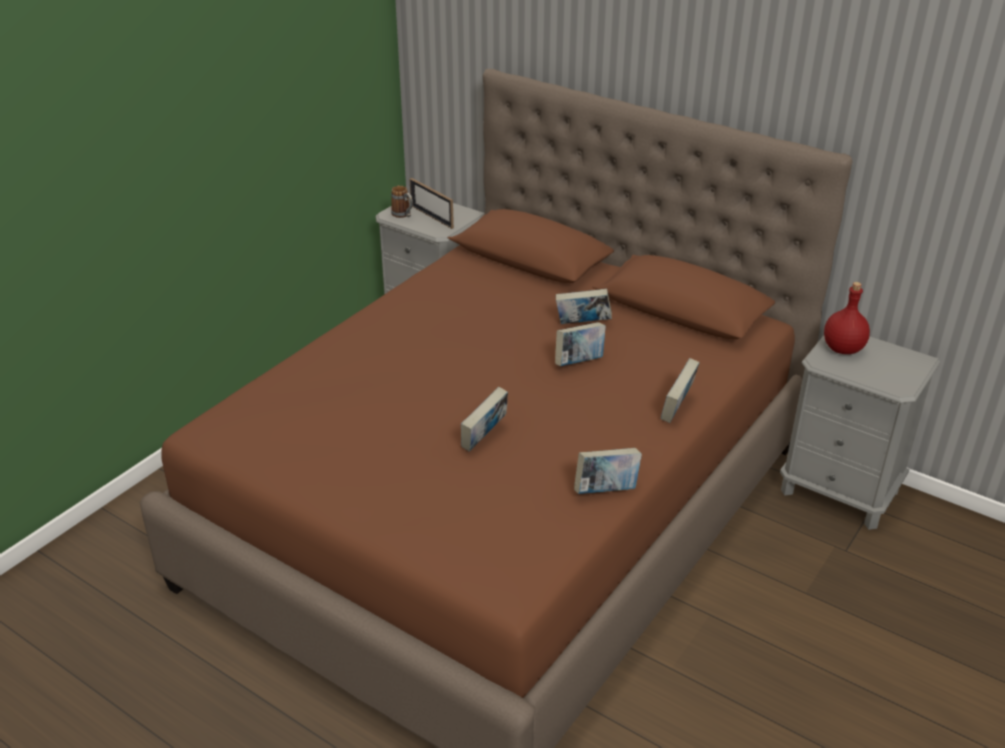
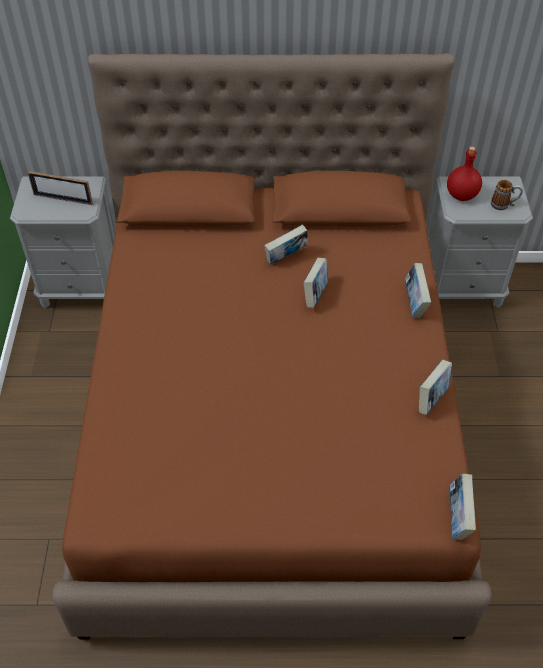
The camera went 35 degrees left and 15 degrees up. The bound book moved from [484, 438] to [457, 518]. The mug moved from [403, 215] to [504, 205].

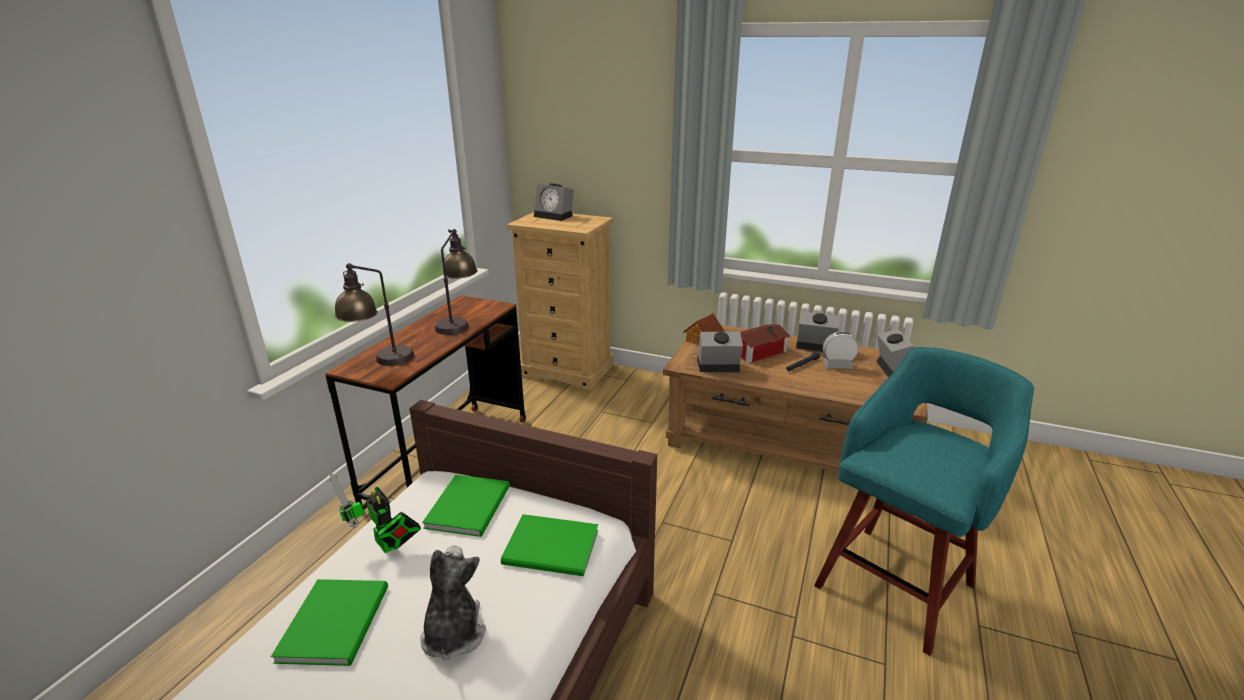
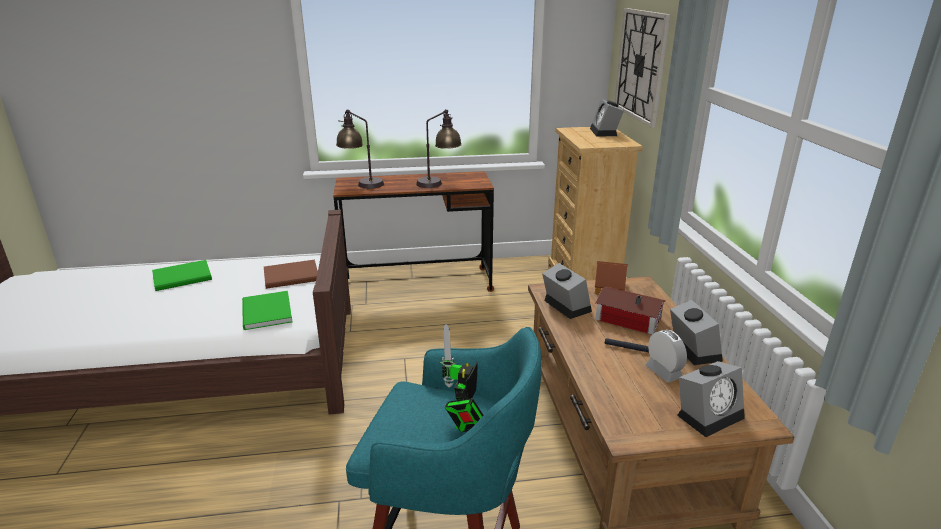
The camera went 60 degrees right and 0 degrees up. The bound book in green-coloured at [471, 505] became the bound book in brown-coloured at [293, 276]. The toy robot moved from [387, 546] to [464, 424]. The clock on the wall at [641, 65] appeared. The soft toy at [453, 633] disappeared.

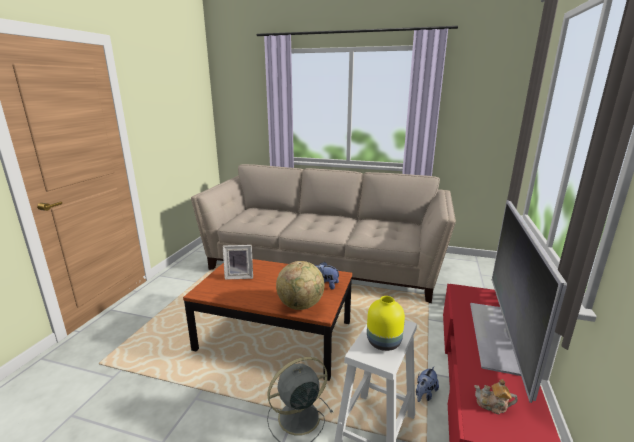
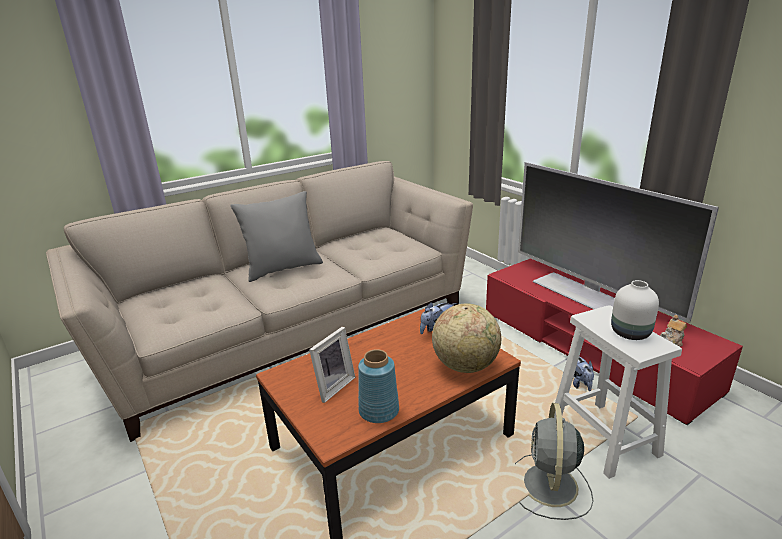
The camera went 50 degrees left and 5 degrees up. The throw pillow in greyish at [283, 268] appeared. The vase in blue-coloured at [378, 411] appeared. The vase in yellow-coloured at [382, 342] became the vase in white at [629, 333].

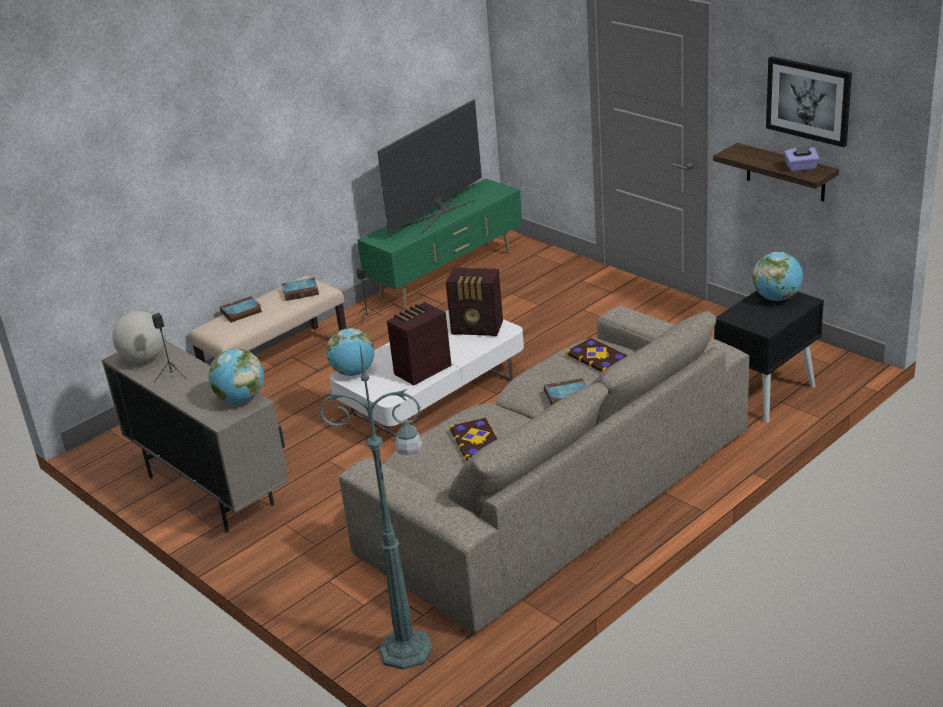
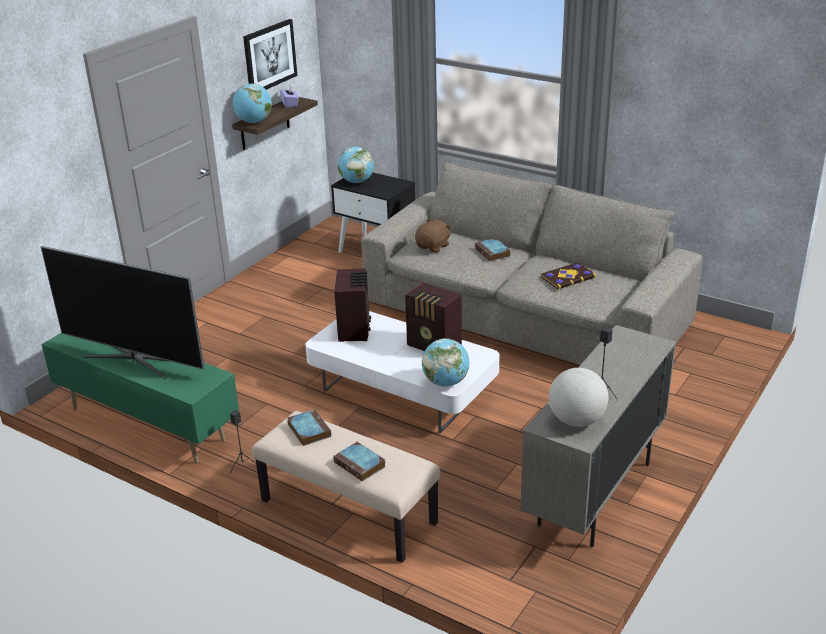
The camera went 105 degrees left and 0 degrees up. The globe moved from [241, 399] to [254, 122]. The bound book at [598, 357] was replaced by the soft toy in brown-coloured at [433, 246]. The standing lamp in green-coloured at [409, 650] disappeared.

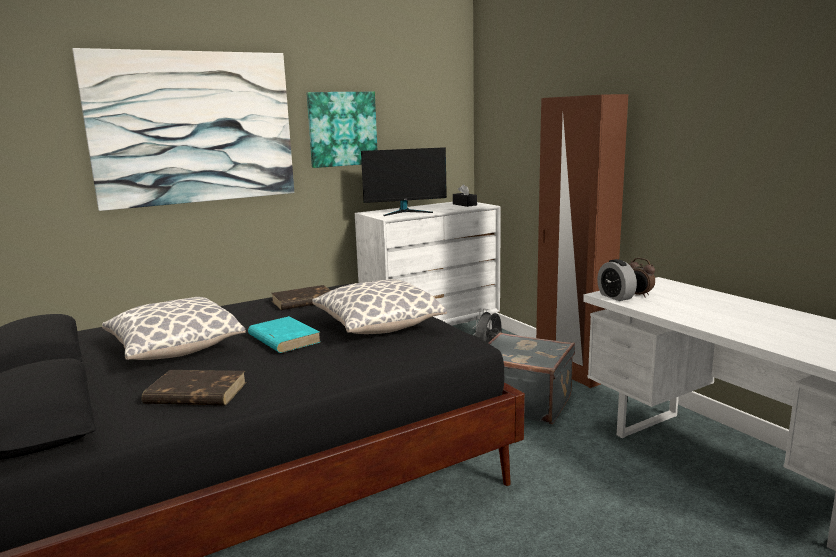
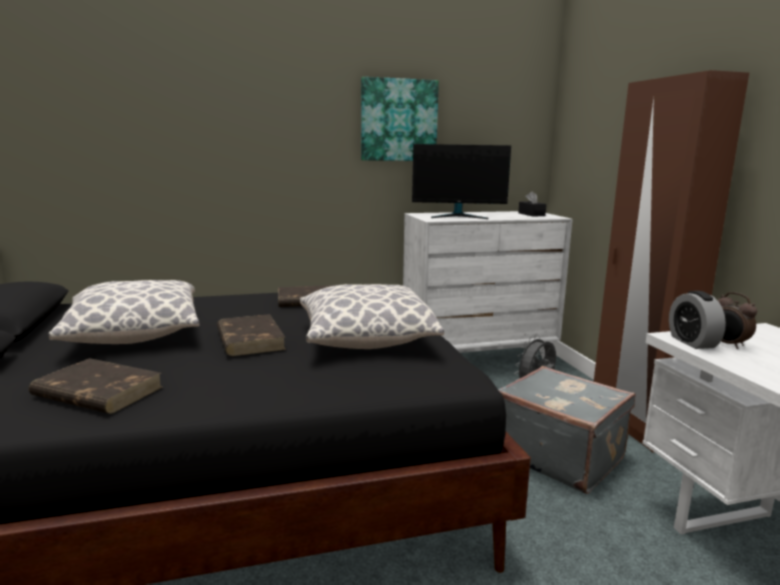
The camera went 15 degrees right and 0 degrees up. The bound book in blue-green at [283, 338] became the bound book in brown-coloured at [250, 339]. The wall art at [194, 128] disappeared.

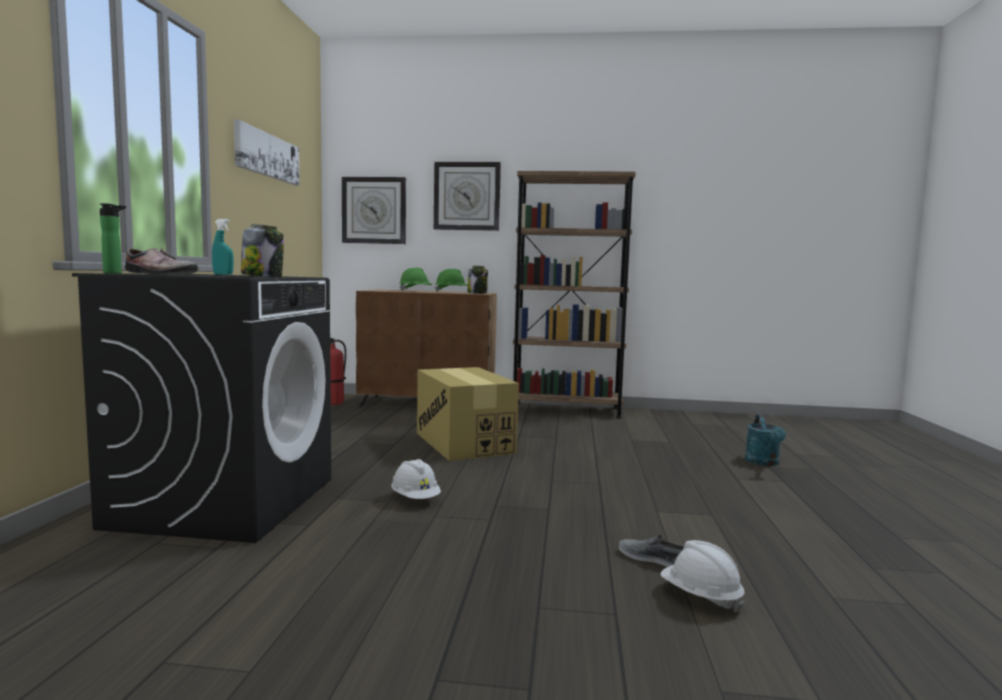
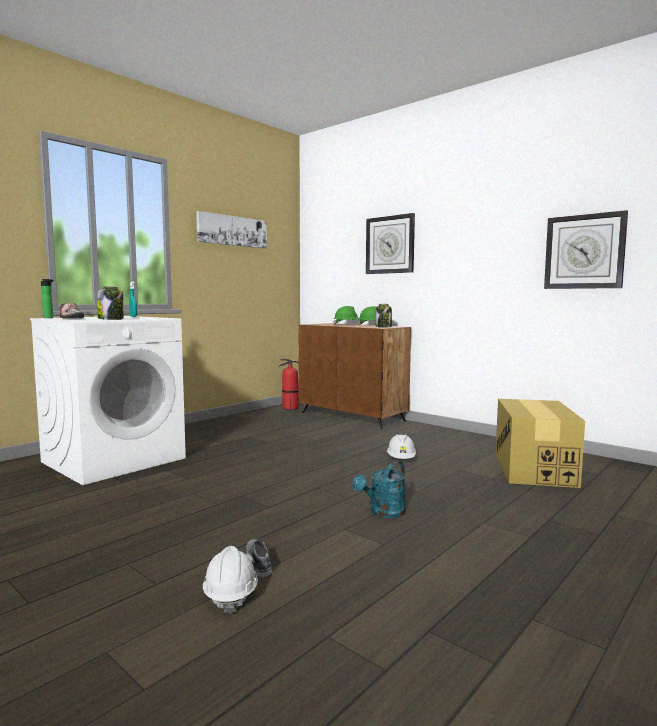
The camera went 35 degrees right and 0 degrees up. The laundry appliance in black-coloured at [225, 501] became the laundry appliance in white at [114, 460]. The sprinkling can in blue-green moved from [764, 463] to [383, 513]. The safety helmet in white moved from [415, 499] to [401, 459]. The cardboard box moved from [464, 442] to [533, 469]. The clock on the wall moved from [374, 210] to [584, 252]. The shelving unit in brown-coloured at [566, 410] disappeared.

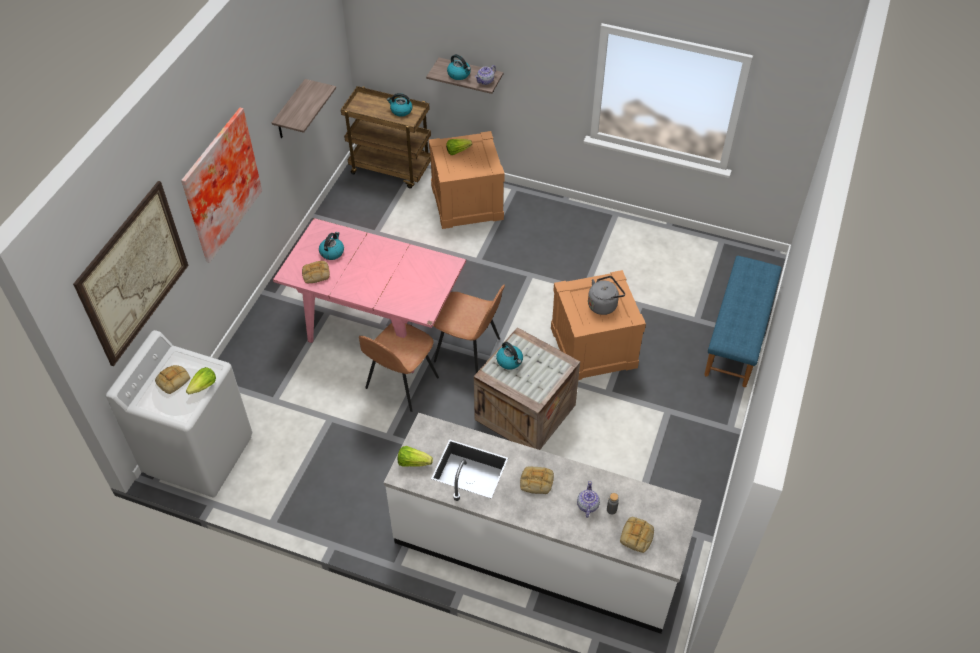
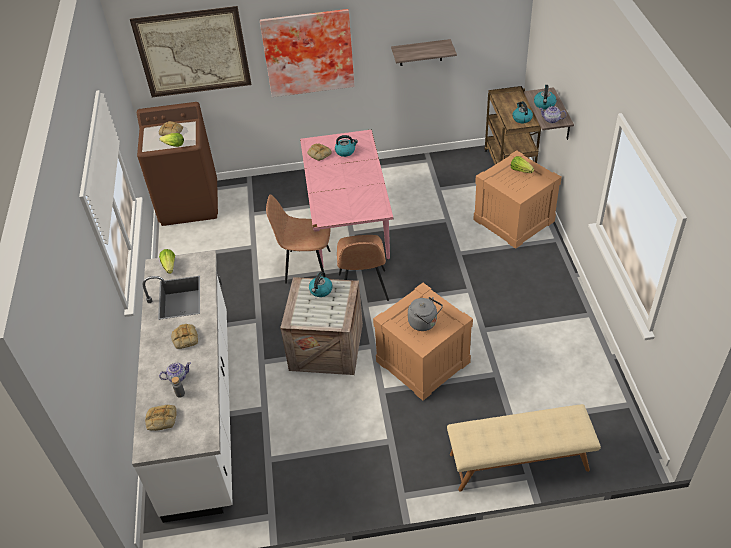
The camera went 65 degrees right and 5 degrees down. The laundry appliance in white at [199, 454] became the laundry appliance in brown-coloured at [190, 203]. The long seat in blue-coloured at [738, 335] became the long seat in beige-coloured at [518, 462].

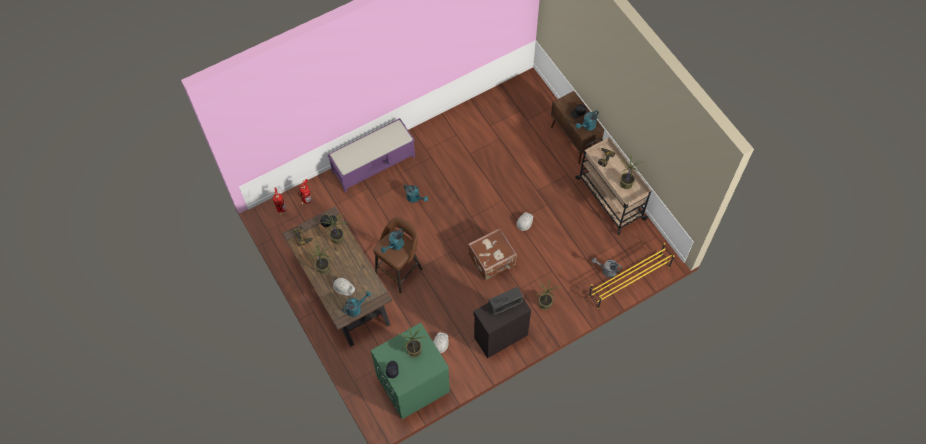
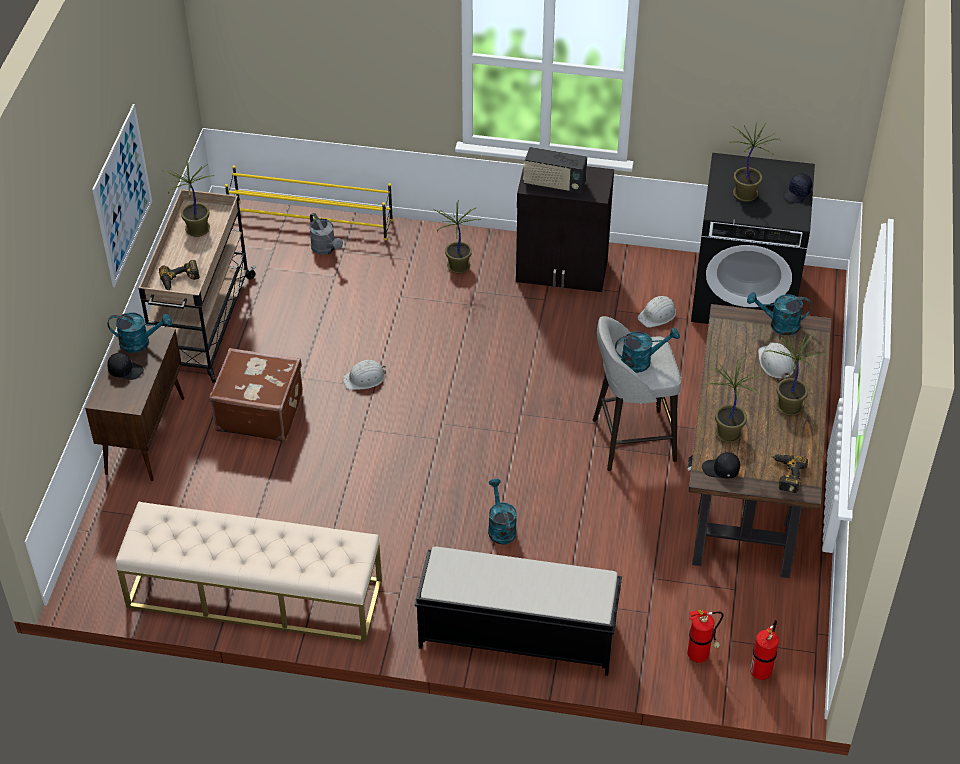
The camera went 140 degrees left and 15 degrees down. The wall art at [122, 195] appeared. The long seat in beige-coloured at [254, 594] appeared. The piece of luggage in brown-coloured moved from [492, 261] to [259, 411]. The long seat in purplish at [374, 164] became the long seat in black-coloured at [516, 635]. The sitting stool in brown-coloured at [399, 270] became the sitting stool in greyish at [631, 440]. The laundry appliance in green-coloured at [412, 384] became the laundry appliance in black-coloured at [745, 295].

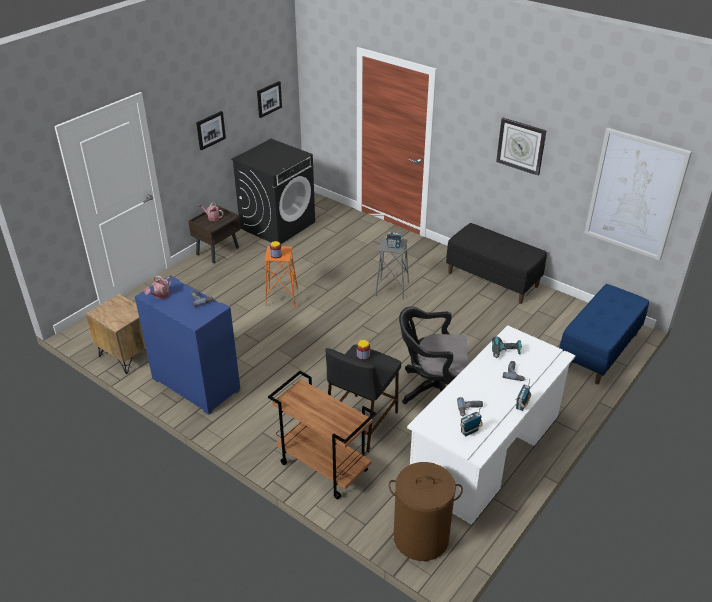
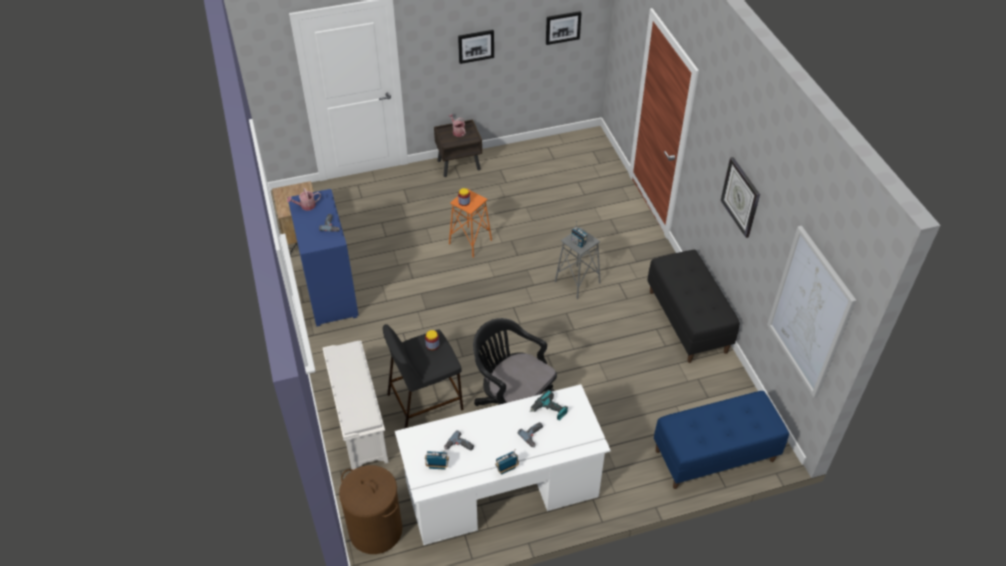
The camera went 35 degrees right and 10 degrees up. The cart in brown-coloured at [322, 467] was replaced by the shoe stand in white at [358, 423]. The laundry appliance in black-coloured at [277, 225] disappeared.

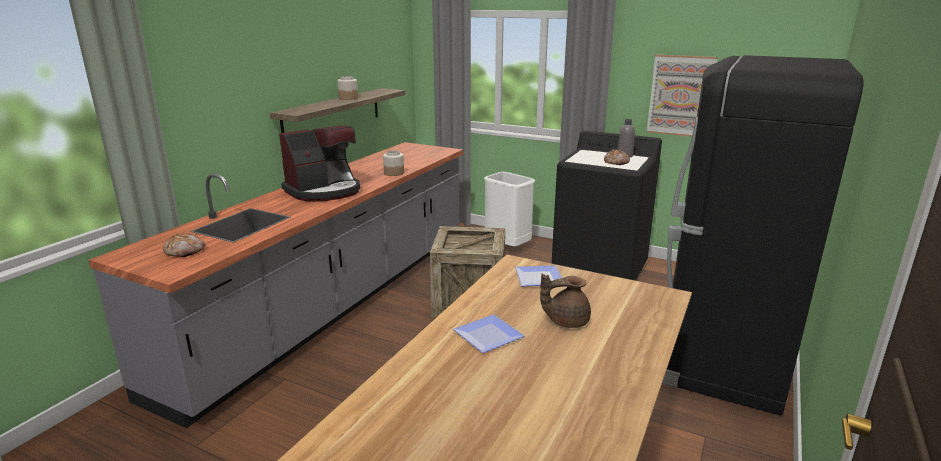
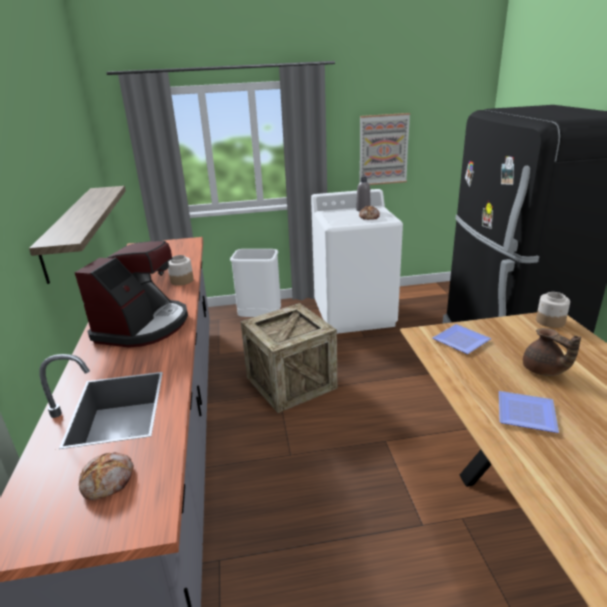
The camera went 35 degrees left and 5 degrees up. The laundry appliance in black-coloured at [600, 271] became the laundry appliance in white at [354, 314]. The teapot in brown-coloured at [566, 321] turned 75 degrees counterclockwise. The jar moved from [348, 98] to [550, 321].

